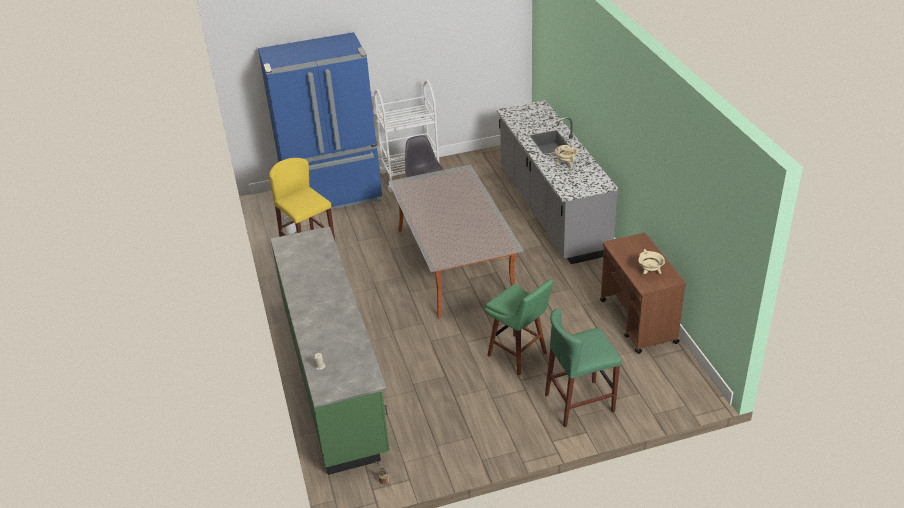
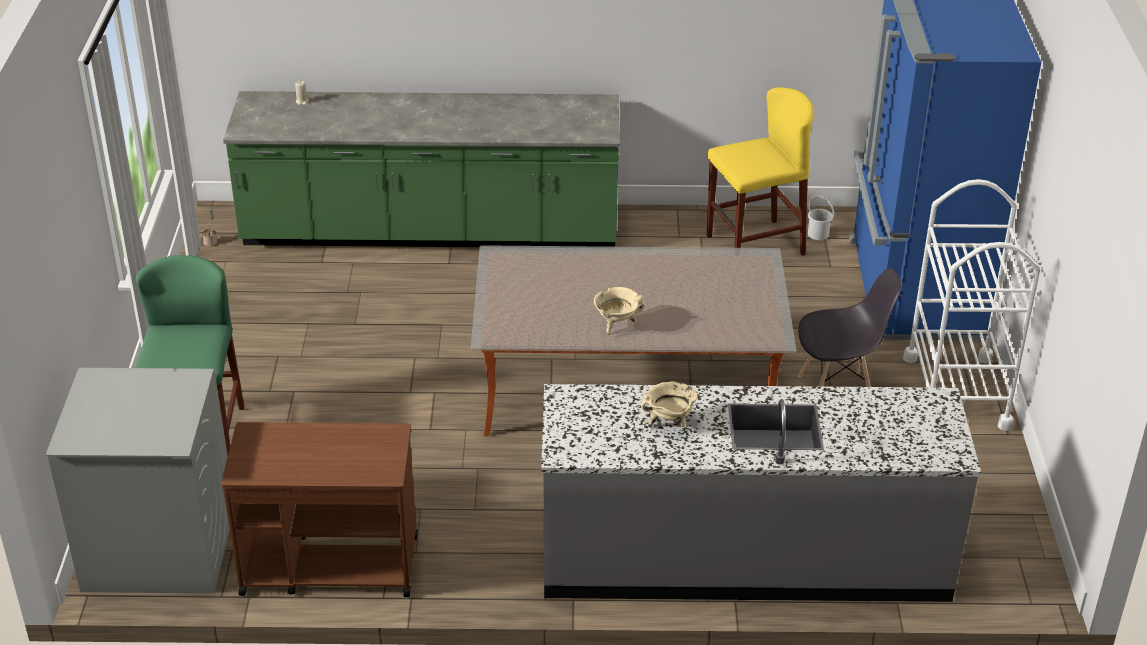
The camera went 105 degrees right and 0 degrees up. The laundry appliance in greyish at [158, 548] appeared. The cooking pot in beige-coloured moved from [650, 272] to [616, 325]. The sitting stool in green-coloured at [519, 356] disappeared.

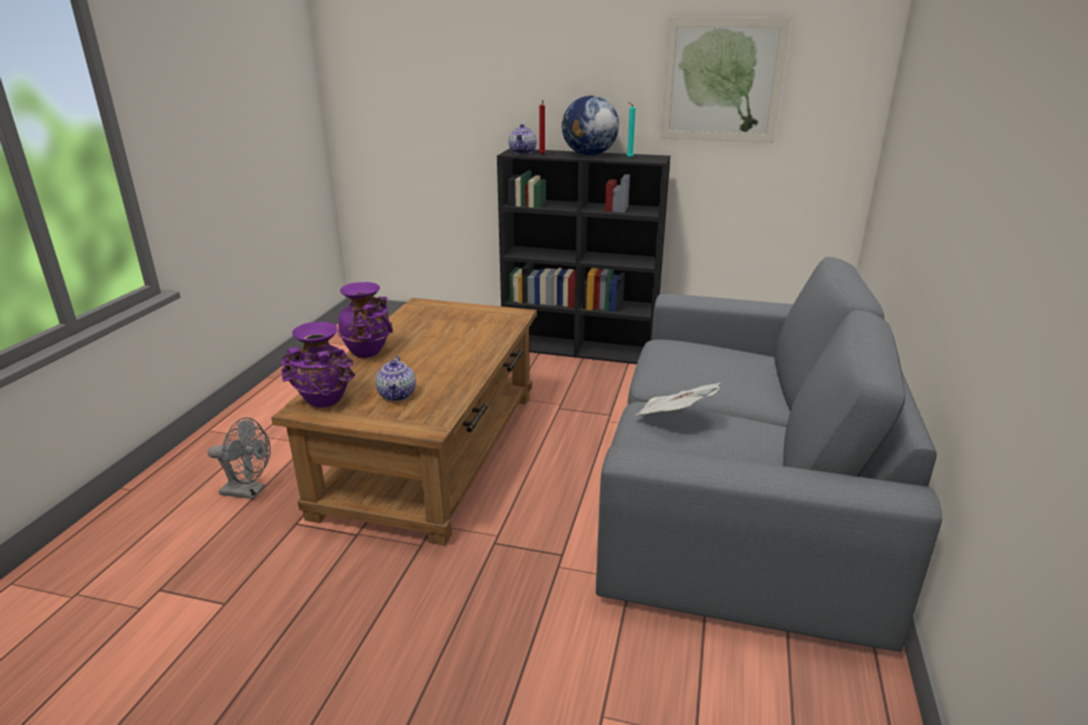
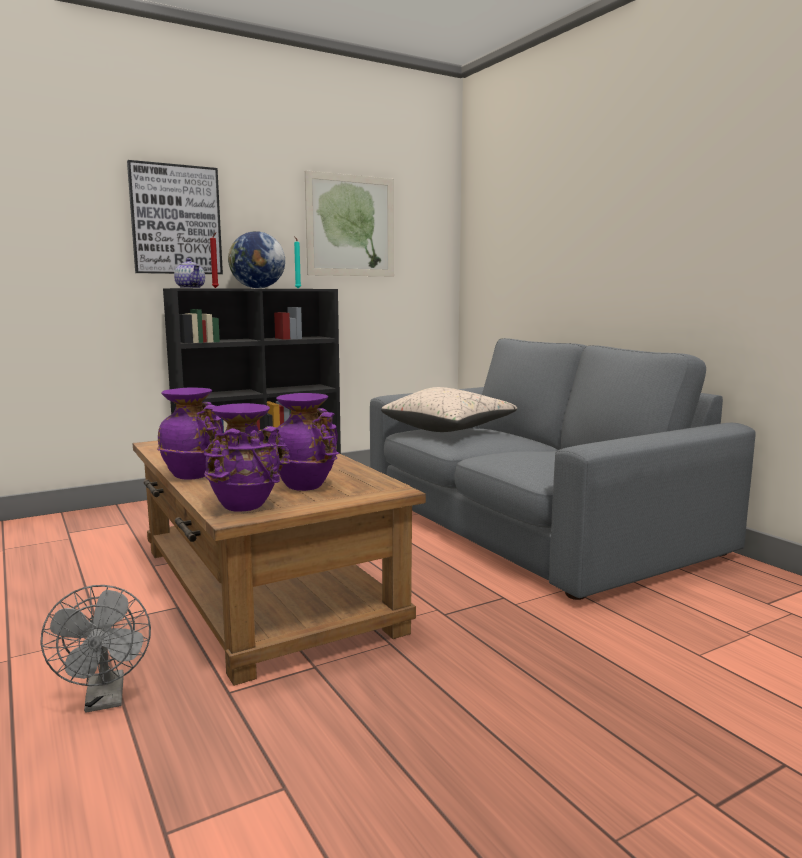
The camera went 45 degrees left and 15 degrees down. The cooling fan in greyish at [249, 491] turned 105 degrees clockwise. The wall art at [176, 220] appeared. The teapot at [397, 395] was replaced by the vase in purplish at [307, 485]. The throw pillow in beige-coloured at [449, 429] appeared. The newspaper at [674, 418] disappeared.

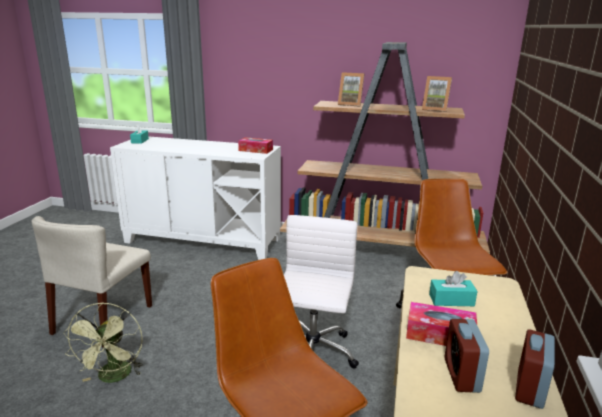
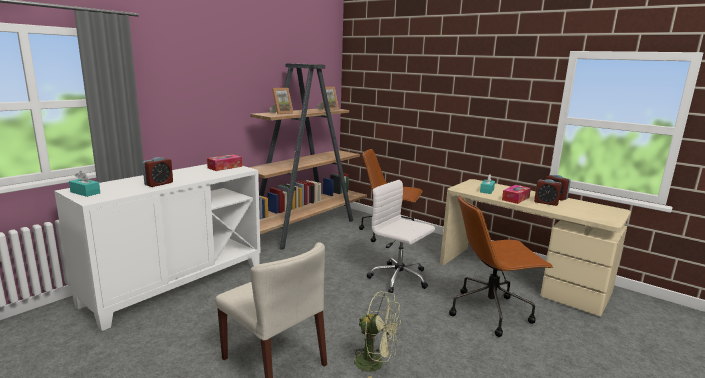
The camera went 65 degrees left and 5 degrees down. The table clock at [159, 184] appeared.

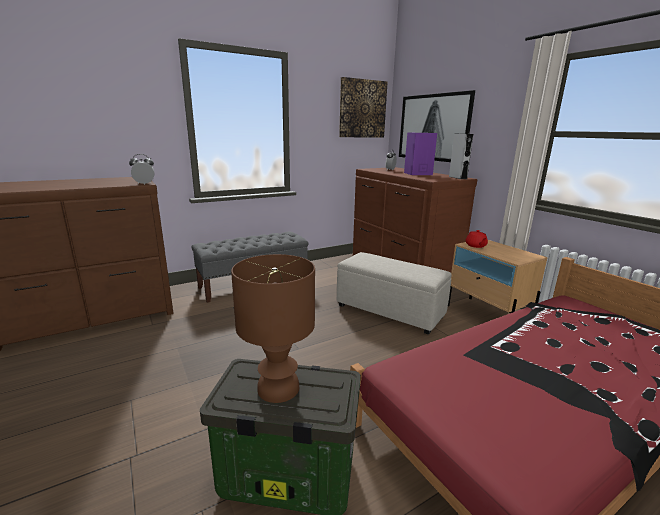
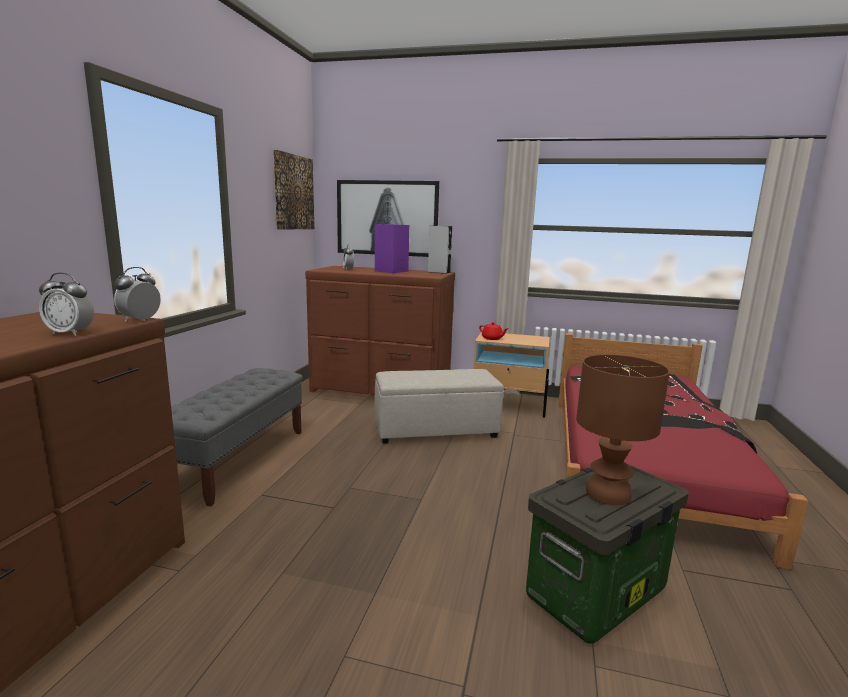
The camera went 45 degrees left and 5 degrees down. The table clock at [70, 333] appeared.

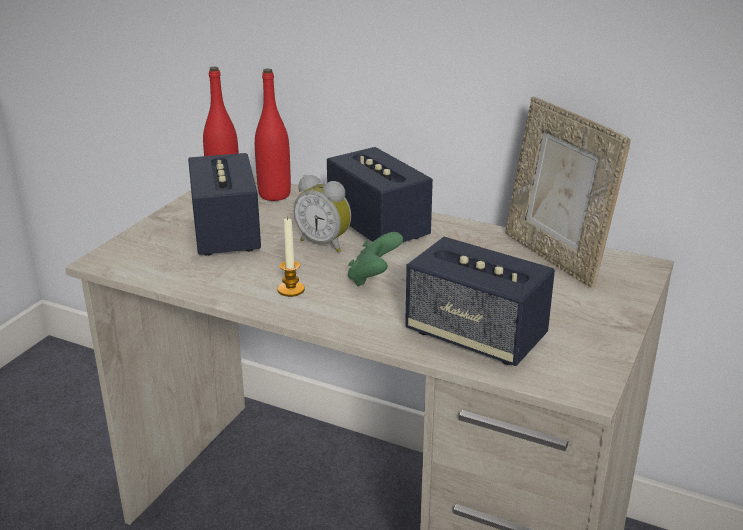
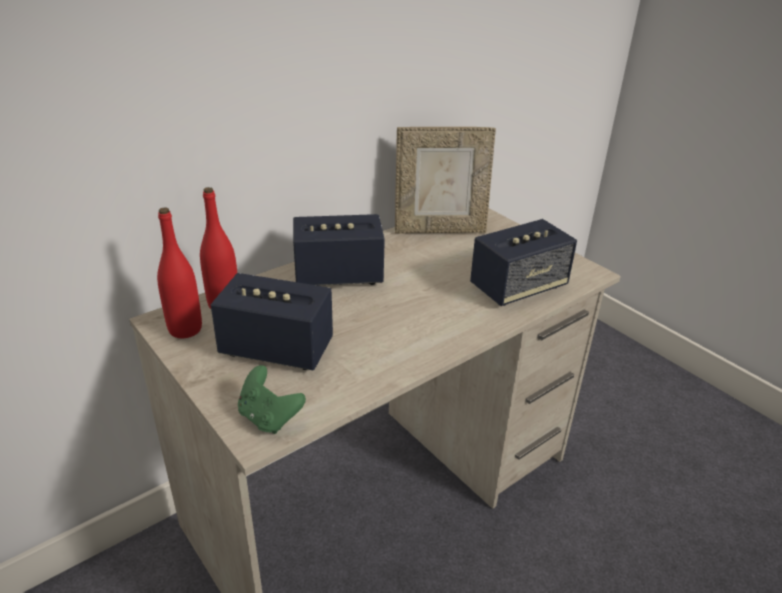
The camera went 65 degrees left and 5 degrees up. The joypad in green-coloured moved from [373, 278] to [269, 418]. The candle at [291, 289] disappeared. The table clock at [325, 243] disappeared.

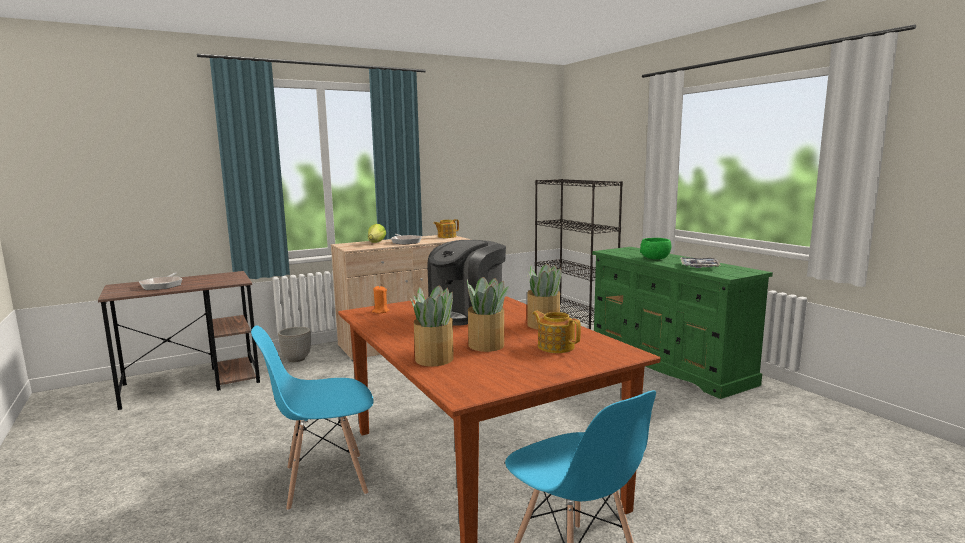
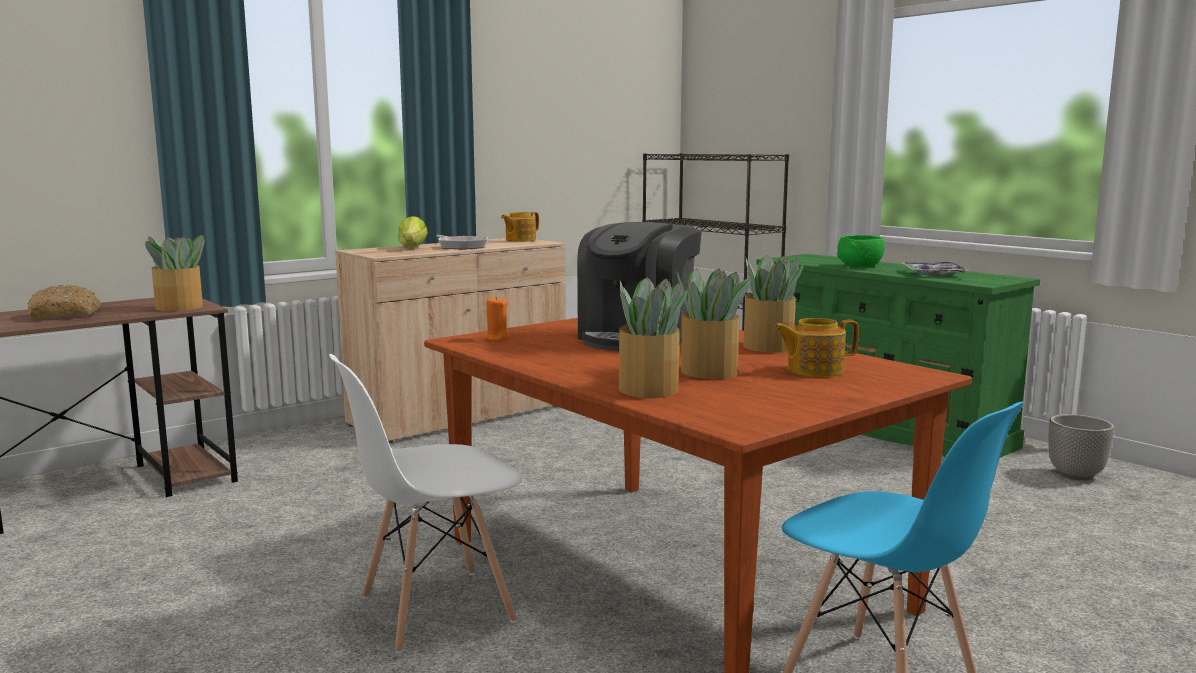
The camera went 10 degrees left and 0 degrees up. The frying pan at [163, 285] was replaced by the baked bread at [66, 315]. The houseplant at [180, 307] appeared. The chair in blue-coloured at [325, 481] became the chair in white at [435, 609]. The teapot at [555, 346] turned 45 degrees counterclockwise. The plant pot moved from [296, 359] to [1075, 475].

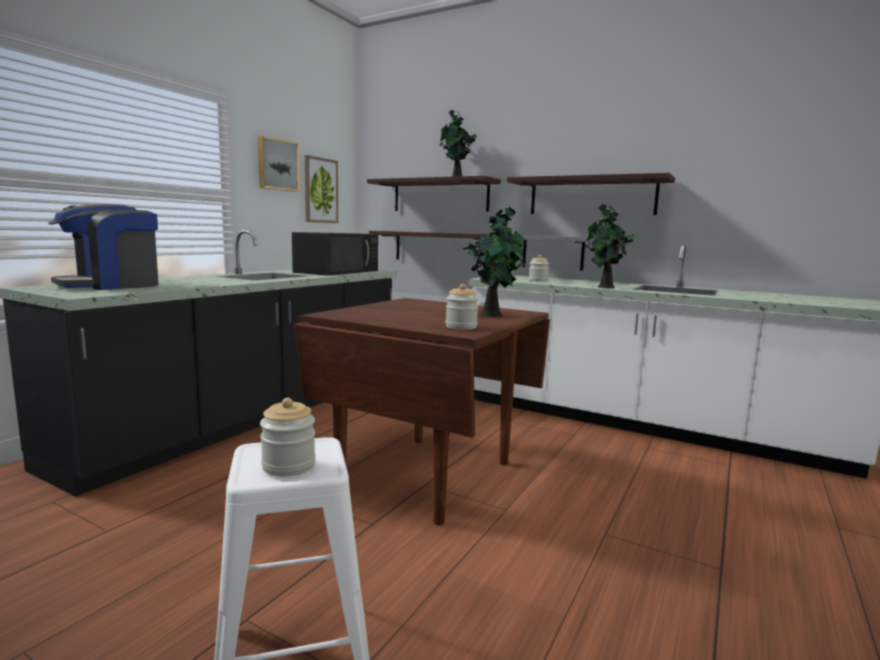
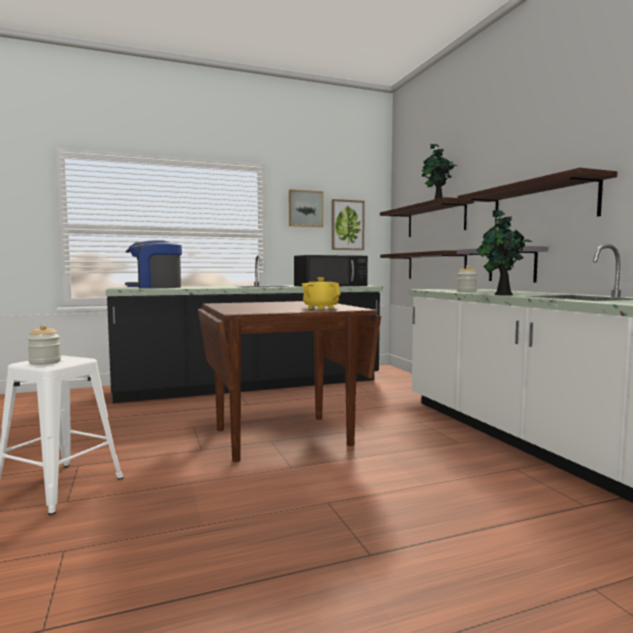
The camera went 40 degrees right and 5 degrees down. The houseplant at [493, 314] was replaced by the teapot in yellow-coloured at [320, 308]. The jar at [461, 327] disappeared.

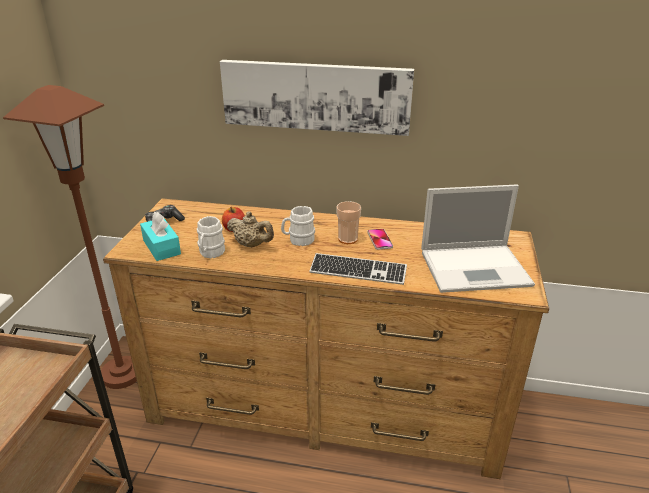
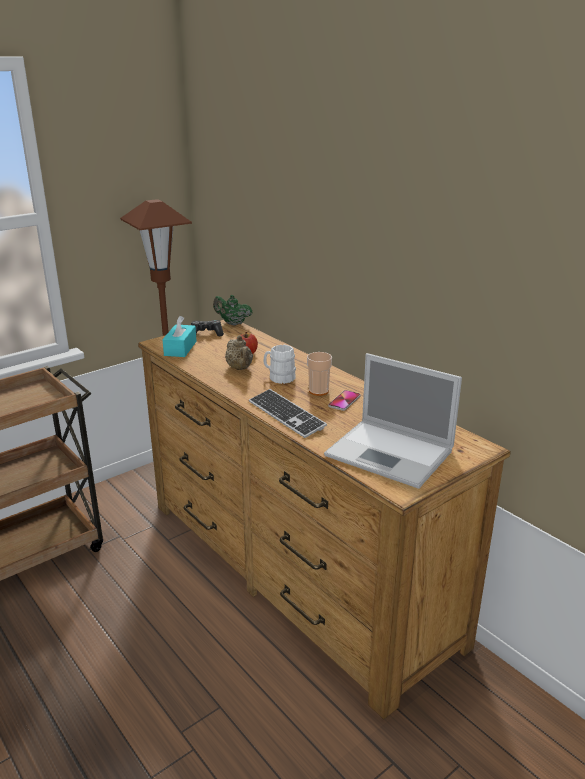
The camera went 40 degrees right and 5 degrees down. The teapot in green-coloured at [232, 323] appeared. The mug in white at [210, 253] disappeared. The wall art at [316, 96] disappeared.

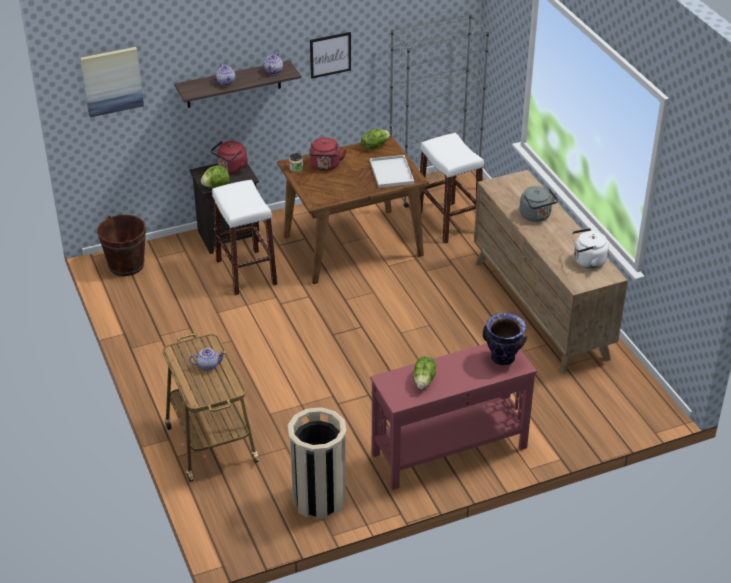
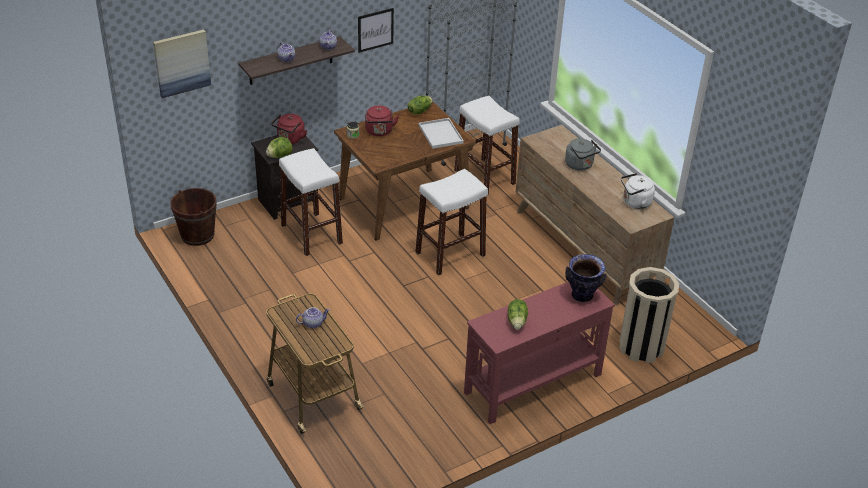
The camera went 10 degrees left and 0 degrees up. The sitting stool in white at [450, 254] appeared. The waste bin in beige-coloured moved from [319, 499] to [641, 347].

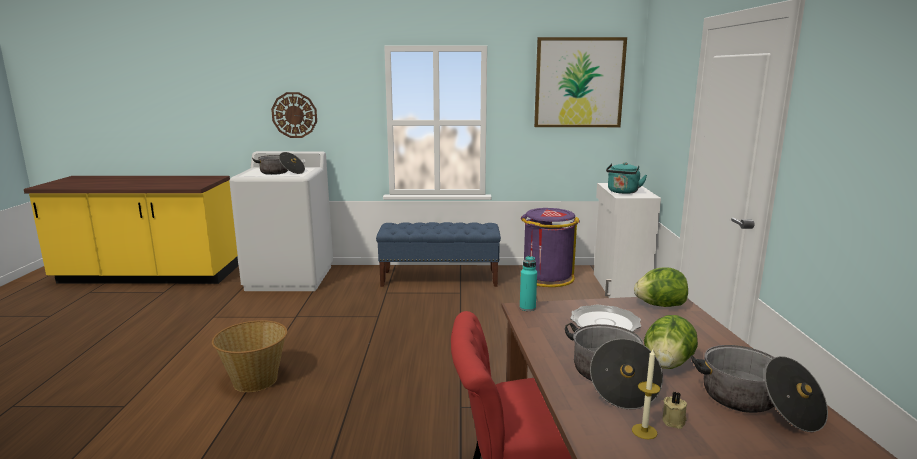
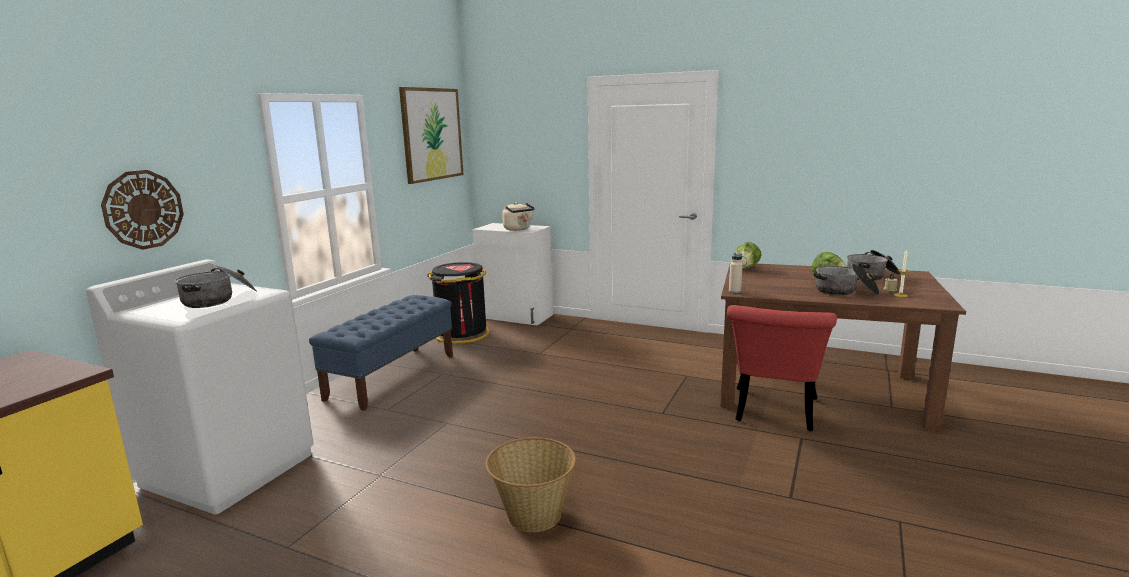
The camera went 65 degrees left and 0 degrees up. The waste bin in purplish at [546, 277] became the waste bin in black-coloured at [462, 334]. The water kettle in blue-green at [622, 192] became the water kettle in beige-coloured at [518, 229]. The drink bottle in blue-green at [527, 308] became the drink bottle in beige-coloured at [734, 291]. The flat dish at [604, 323] disappeared.

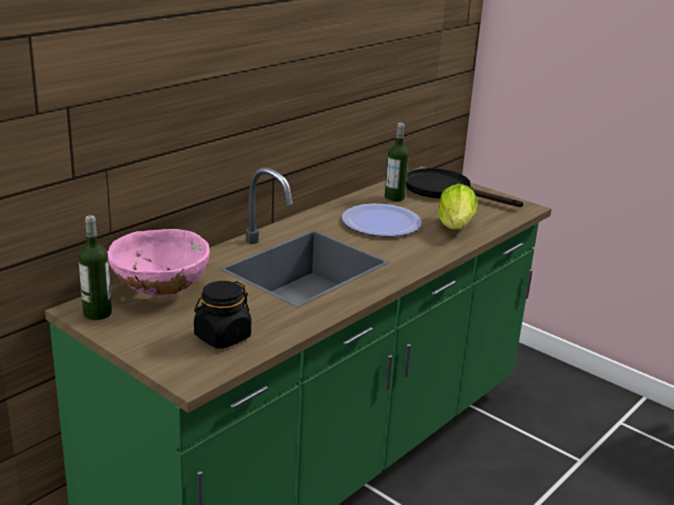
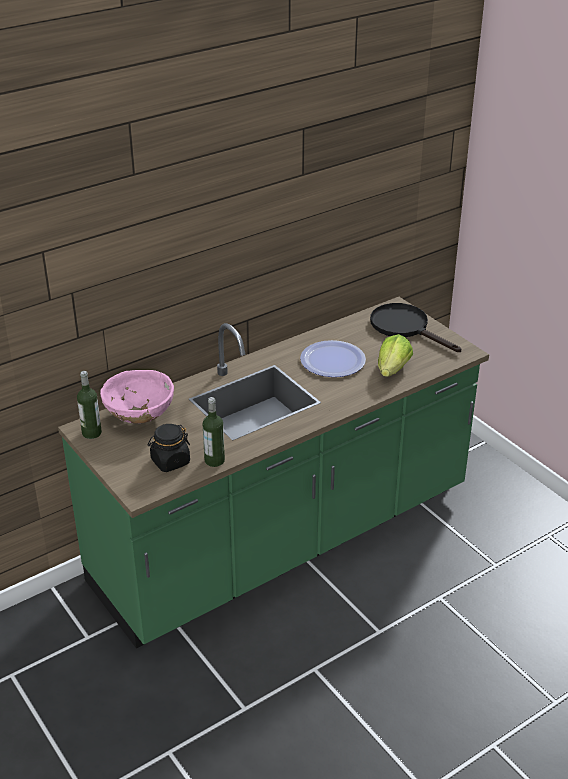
The camera went 15 degrees right and 10 degrees up. The drink bottle moved from [394, 197] to [214, 460].

